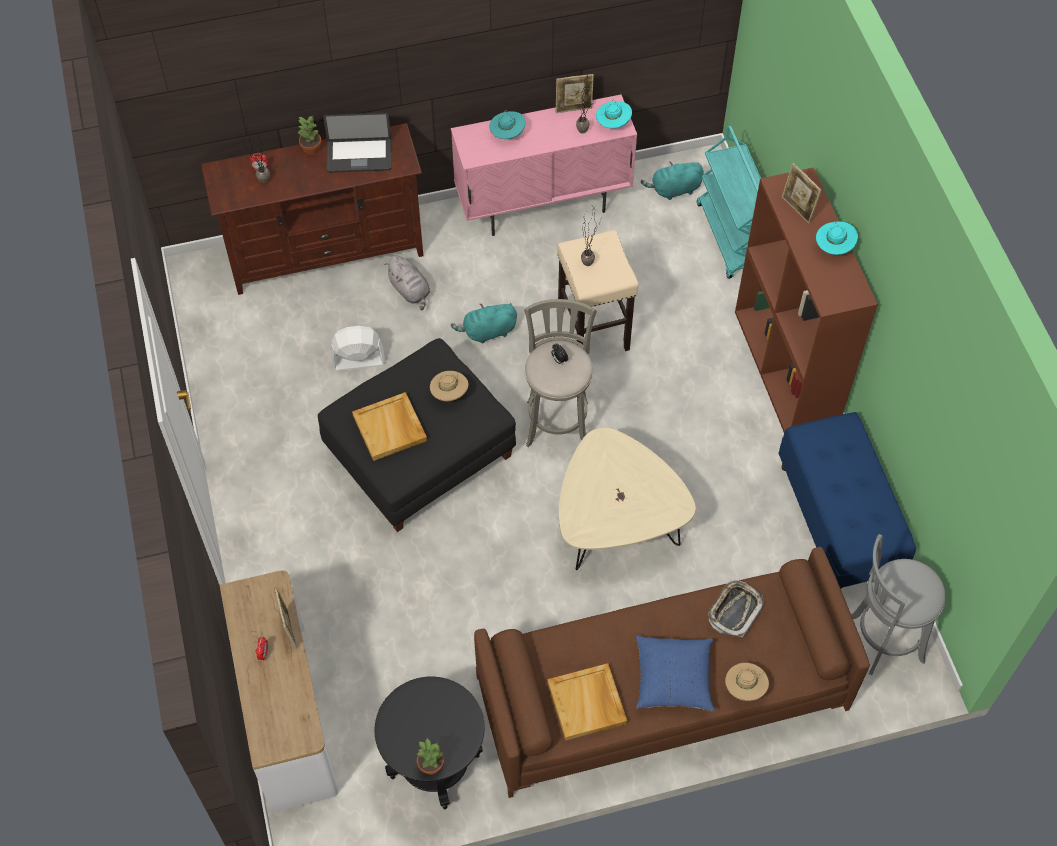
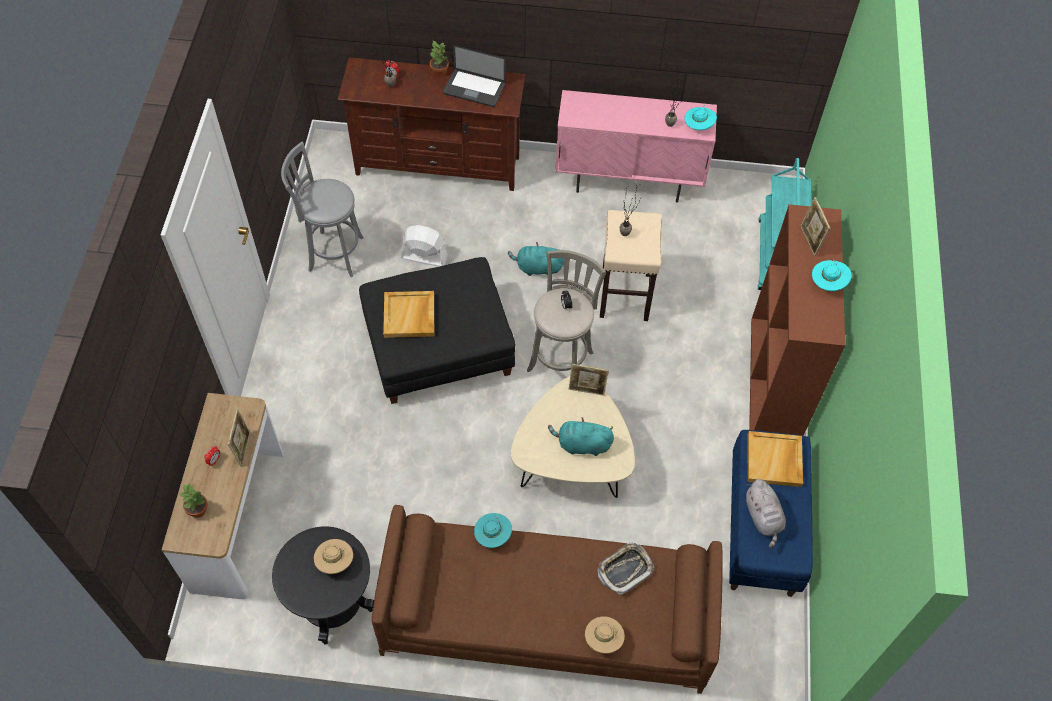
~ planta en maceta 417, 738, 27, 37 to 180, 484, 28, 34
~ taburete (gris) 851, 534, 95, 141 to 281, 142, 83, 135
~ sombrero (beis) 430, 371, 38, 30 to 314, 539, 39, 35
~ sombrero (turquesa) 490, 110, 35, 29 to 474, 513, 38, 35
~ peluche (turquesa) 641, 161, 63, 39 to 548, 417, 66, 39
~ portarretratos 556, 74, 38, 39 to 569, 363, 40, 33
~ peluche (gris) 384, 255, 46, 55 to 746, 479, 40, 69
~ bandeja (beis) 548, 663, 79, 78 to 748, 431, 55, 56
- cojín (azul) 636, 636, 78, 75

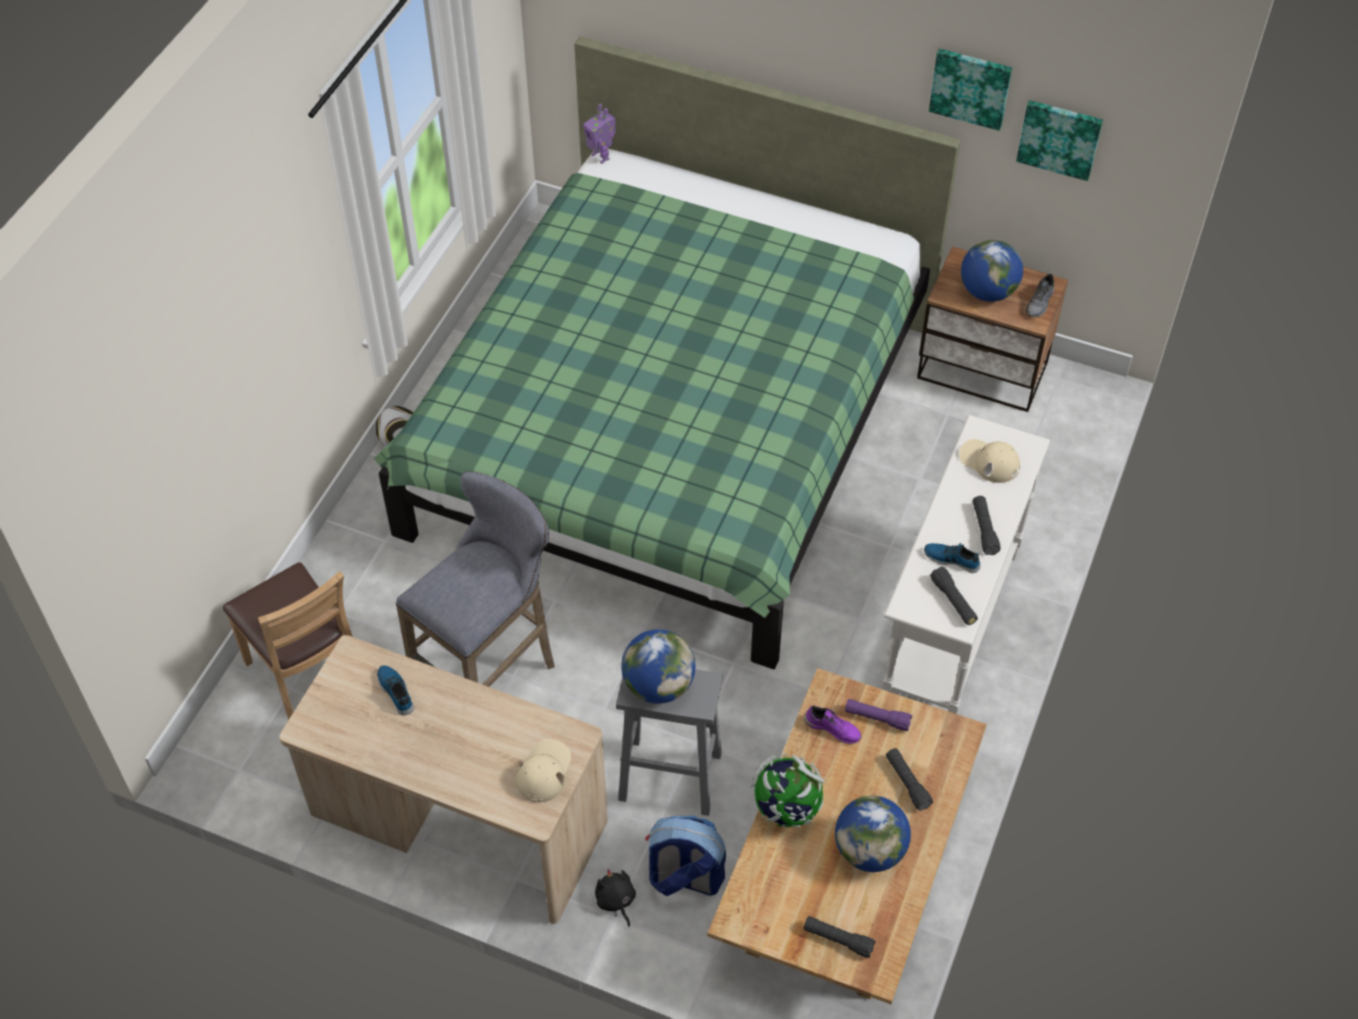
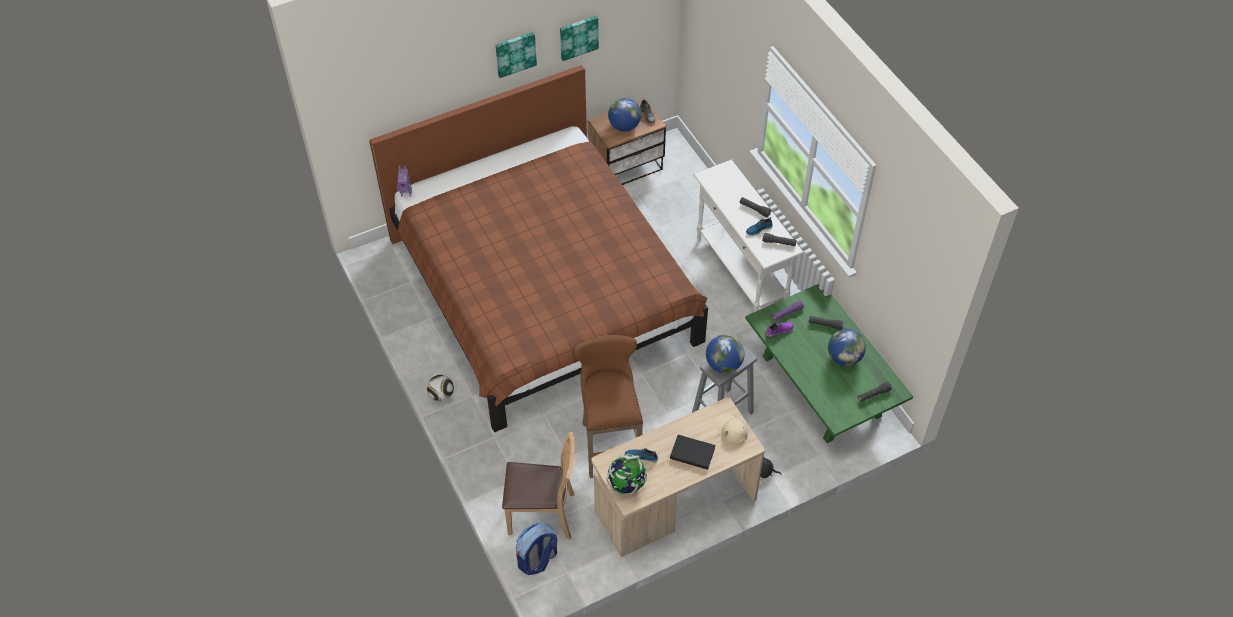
~ cama (verde) 374, 36, 586, 633 to cama (marrón) 369, 65, 339, 367
~ cuadro 1016, 100, 87, 81 to 495, 32, 42, 46
~ mochila 645, 816, 81, 80 to 516, 523, 41, 52
~ taburete (gris) 396, 471, 159, 216 to taburete (marrón) 573, 335, 70, 143
~ globo terráqueo 750, 754, 75, 73 to 606, 454, 41, 41
+ libro (negro) 670, 435, 46, 35
~ mesa de centro (beis) 707, 668, 280, 336 to mesa de centro (verde) 745, 284, 168, 159
- gorra (beis) 959, 439, 61, 44

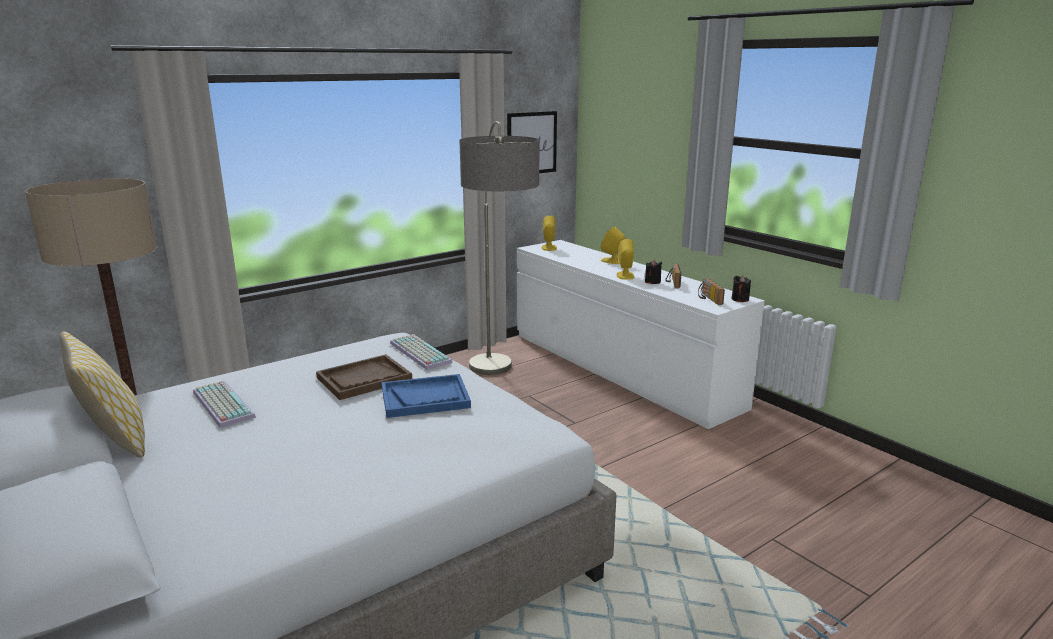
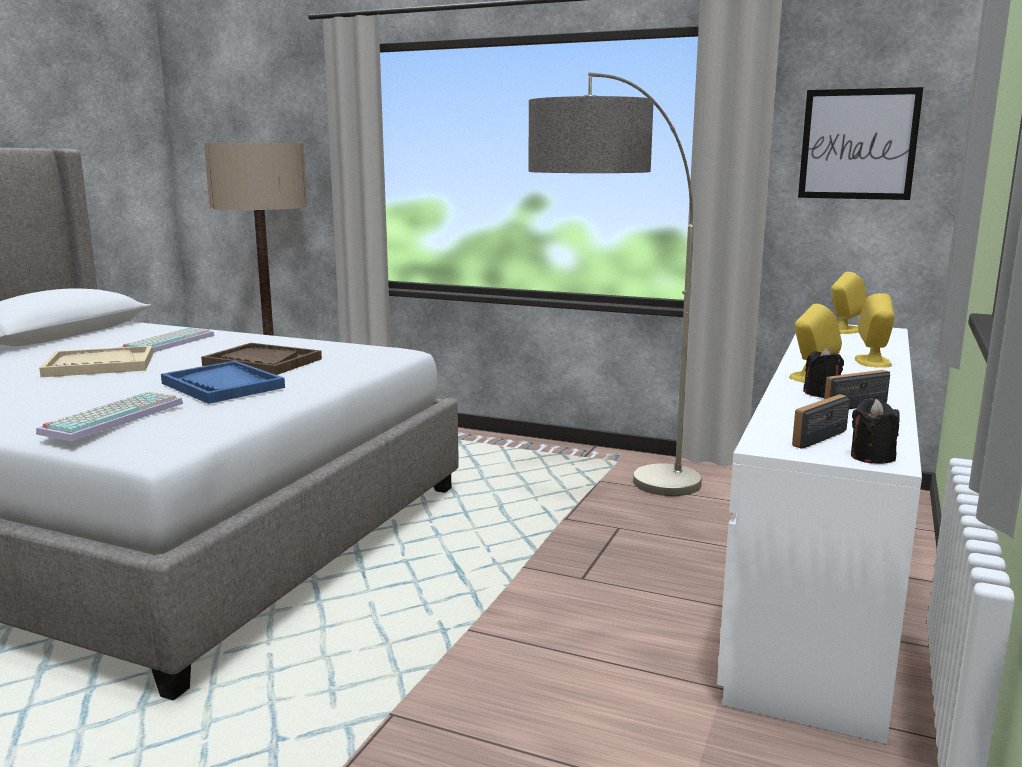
~ teclado 390, 334, 63, 36 to 36, 391, 147, 50
+ bandeja (beis) 39, 346, 114, 31
- cojín 60, 331, 85, 127

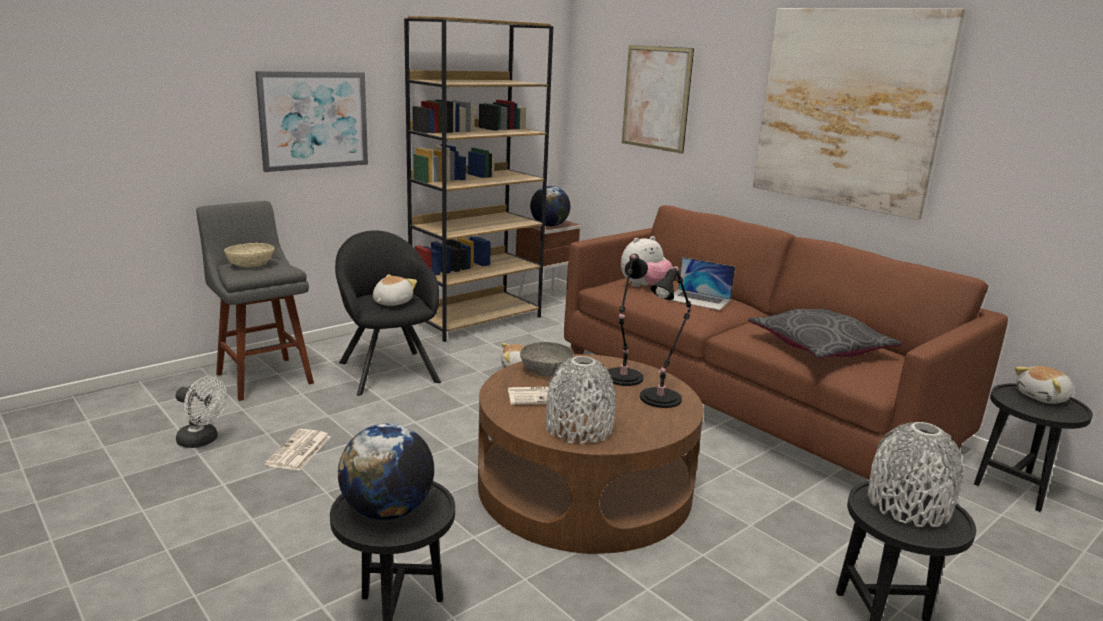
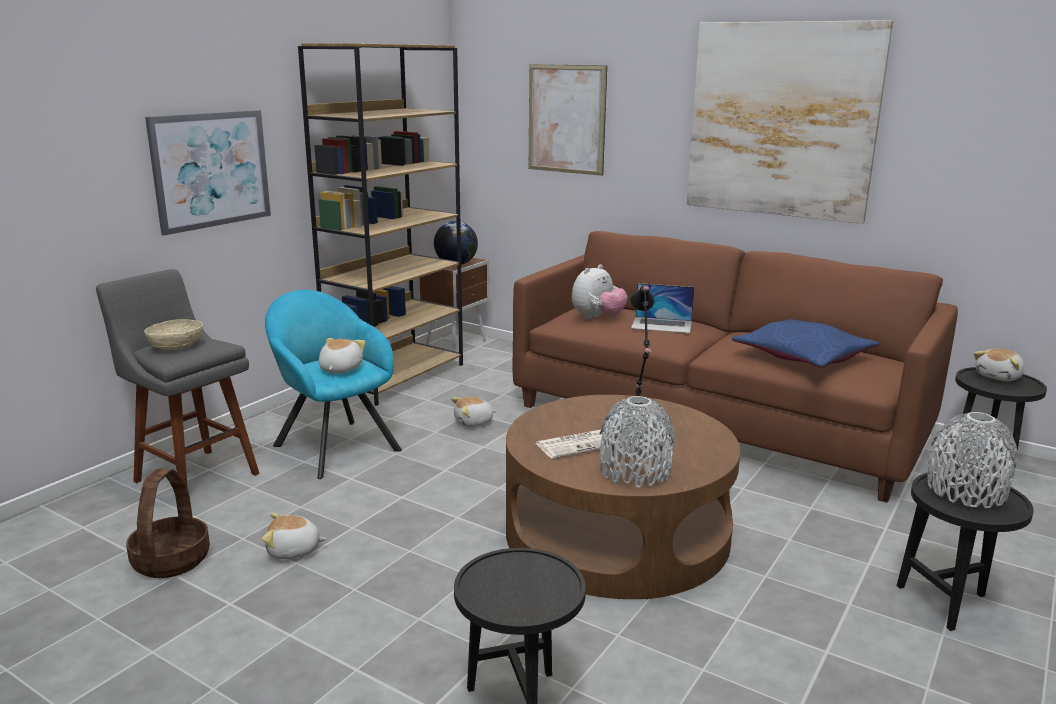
~ ventilador (blanco) 176, 376, 51, 72 to cesta 126, 468, 84, 110
~ periódico 264, 429, 67, 42 to peluche 262, 513, 65, 46
~ sillón (negro) 335, 230, 106, 166 to sillón (turquesa) 265, 290, 137, 189
~ cojín (gris) 748, 309, 154, 50 to cojín (azul) 732, 319, 147, 49
- globo terráqueo 338, 423, 96, 97
- cuenco (gris) 520, 342, 54, 34
- lámpara de mesa (negro) 640, 266, 52, 142

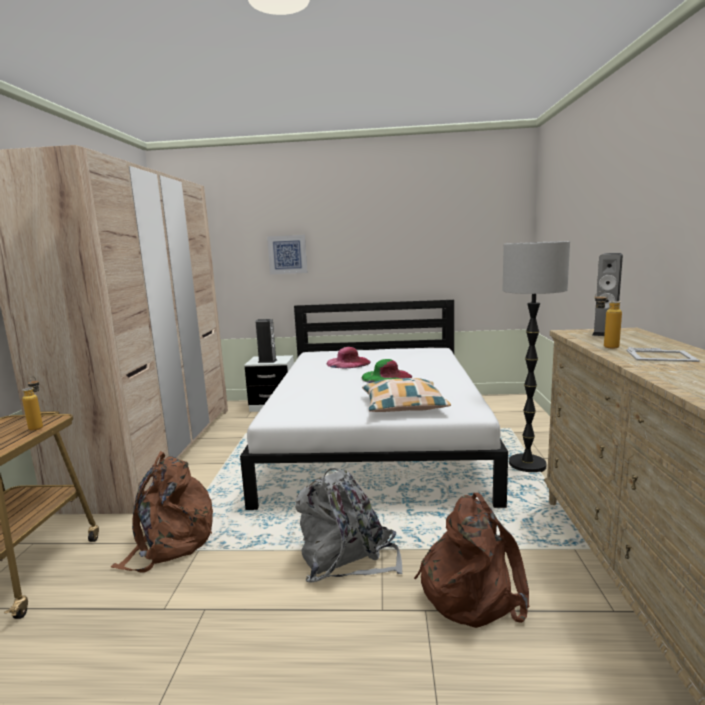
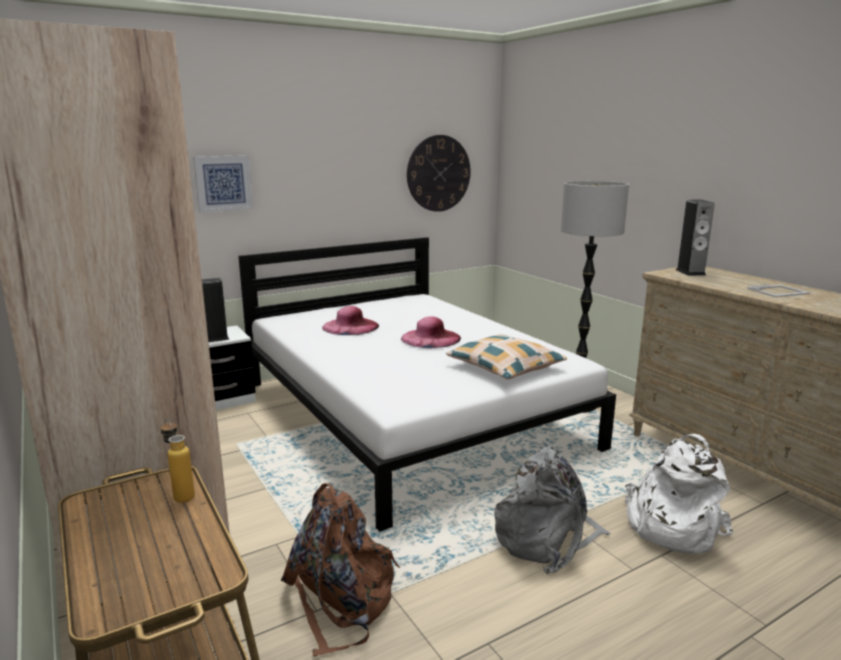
~ sombrero (verde) 362, 359, 50, 24 to sombrero (rosa) 401, 316, 60, 32
+ reloj de pared 407, 135, 64, 77
~ mochila (marrón) 414, 493, 115, 135 to mochila (blanco) 625, 434, 108, 120
- botella 595, 291, 27, 57

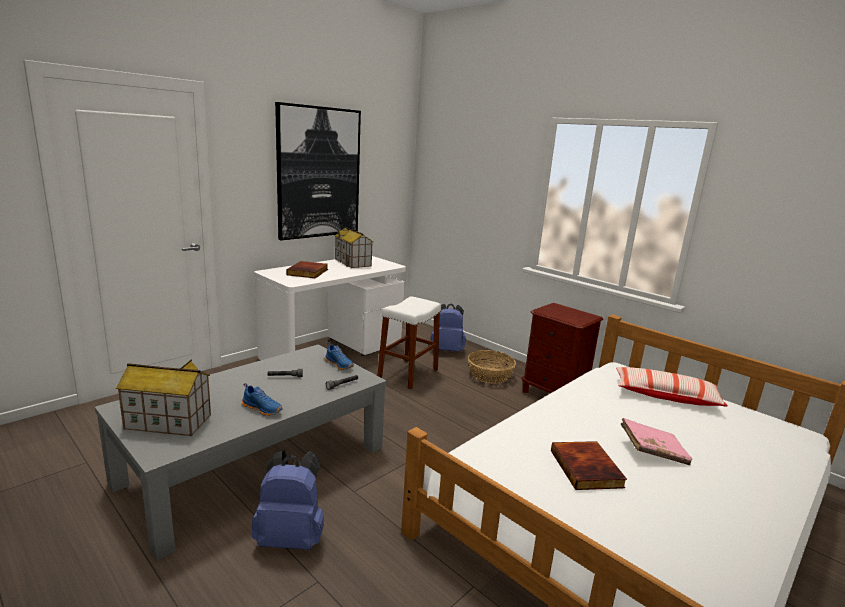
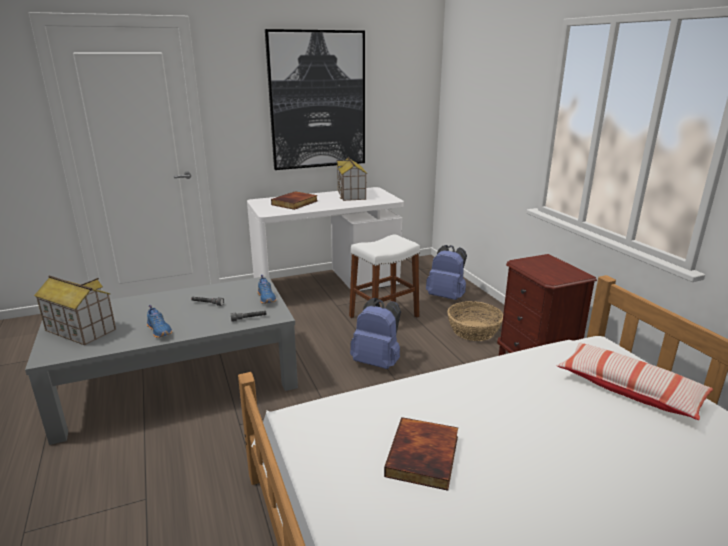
~ mochila (azul) 252, 450, 72, 100 to 350, 298, 51, 71
- libro (rosa) 621, 418, 71, 48

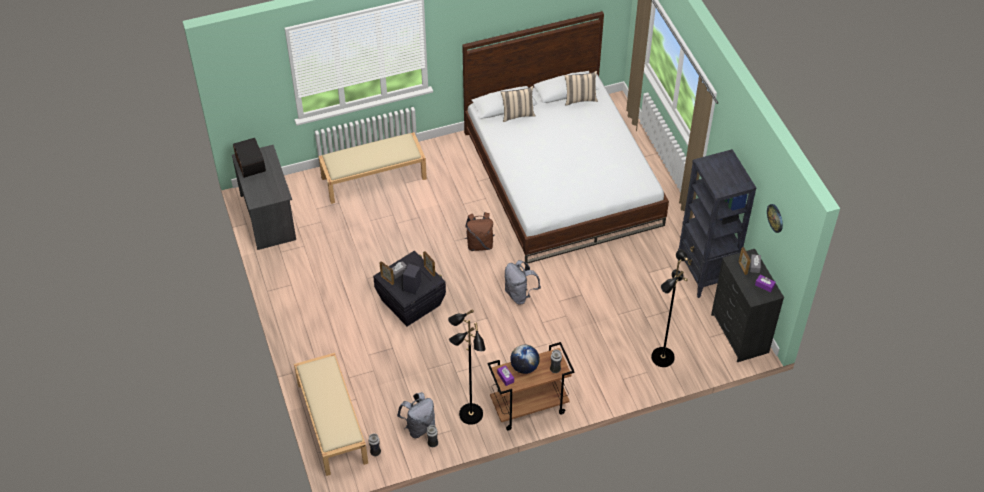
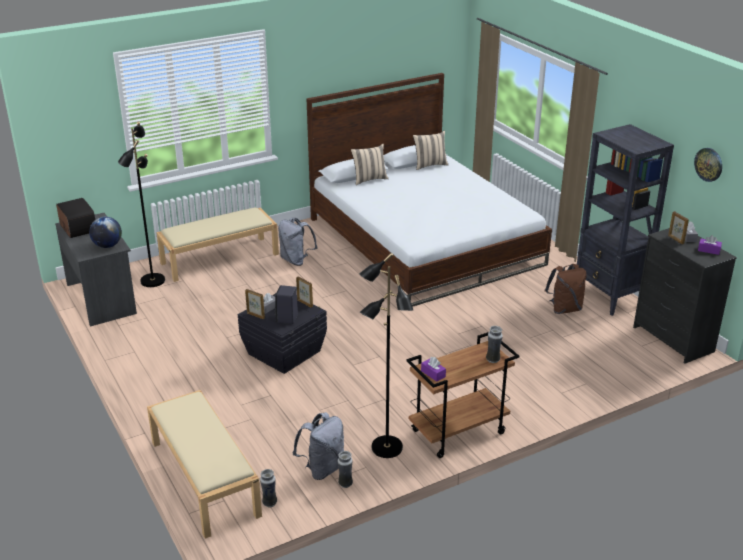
~ globo terráqueo 510, 345, 30, 29 to 89, 217, 33, 31
~ lámpara de pie (negro) 651, 250, 37, 117 to 118, 121, 47, 166
~ mochila (gris) 504, 260, 37, 44 to 278, 218, 39, 48
~ mochila (marrón) 465, 212, 30, 39 to 545, 264, 42, 50

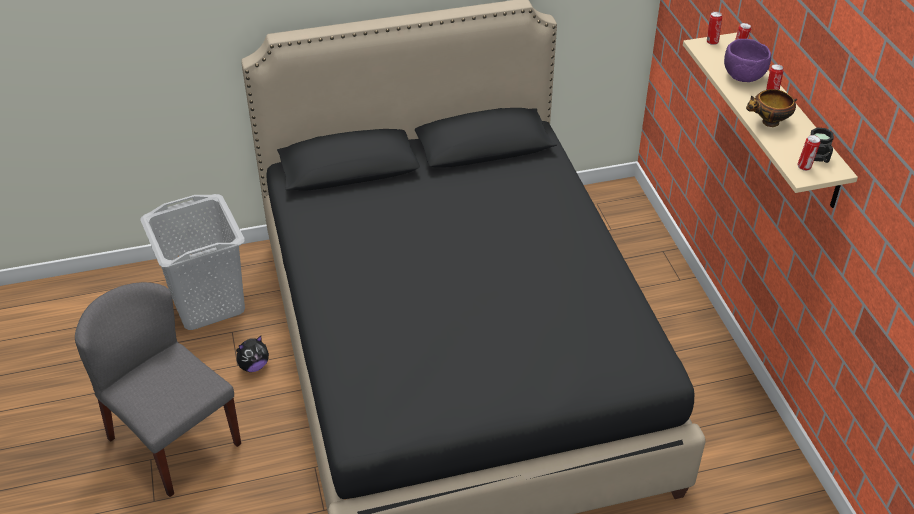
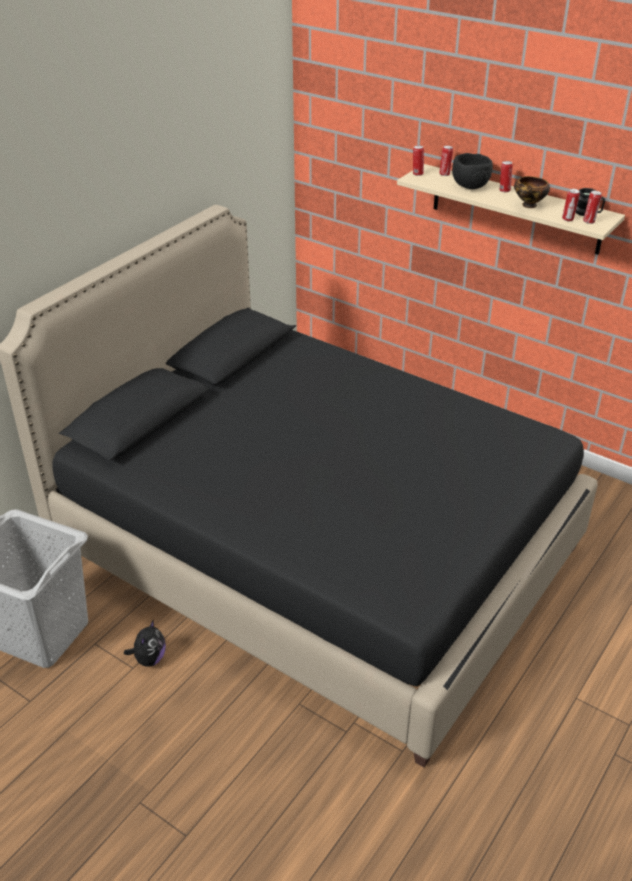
~ cuenco (morado) 724, 39, 47, 43 to cuenco (negro) 452, 153, 41, 36
+ lata 562, 189, 18, 32
- silla (gris) 75, 282, 166, 215

